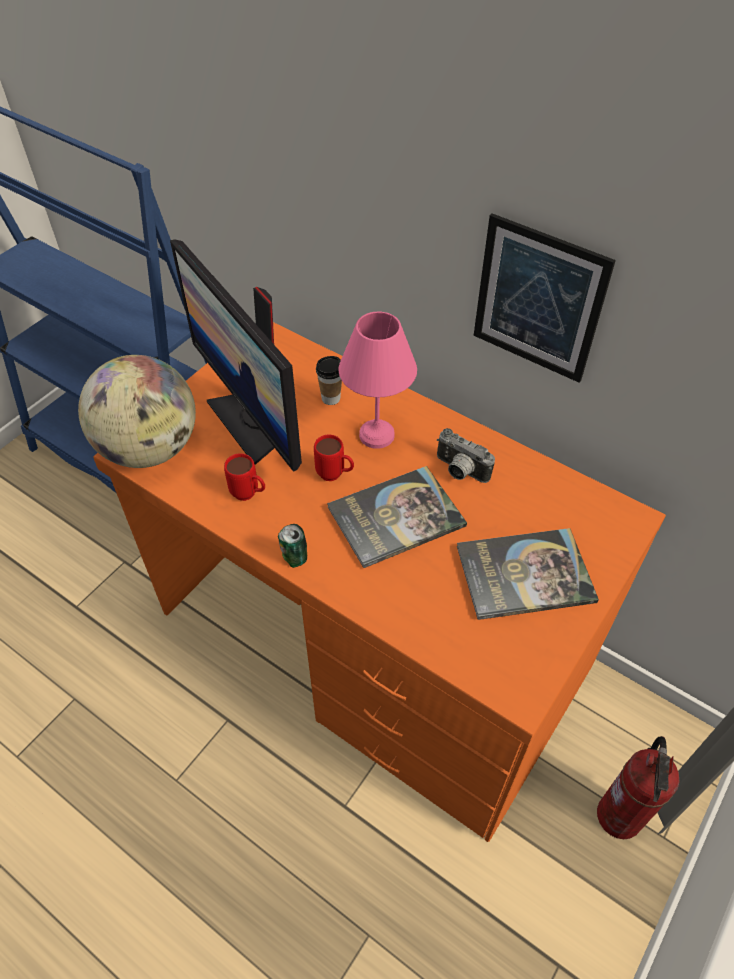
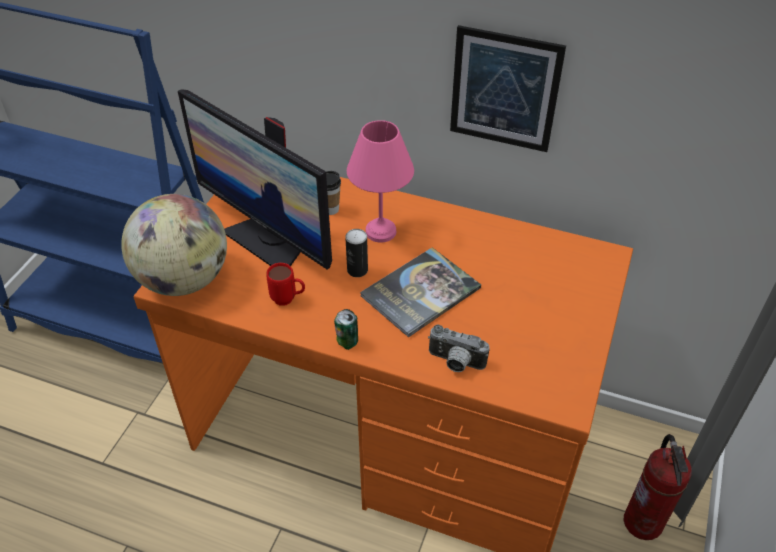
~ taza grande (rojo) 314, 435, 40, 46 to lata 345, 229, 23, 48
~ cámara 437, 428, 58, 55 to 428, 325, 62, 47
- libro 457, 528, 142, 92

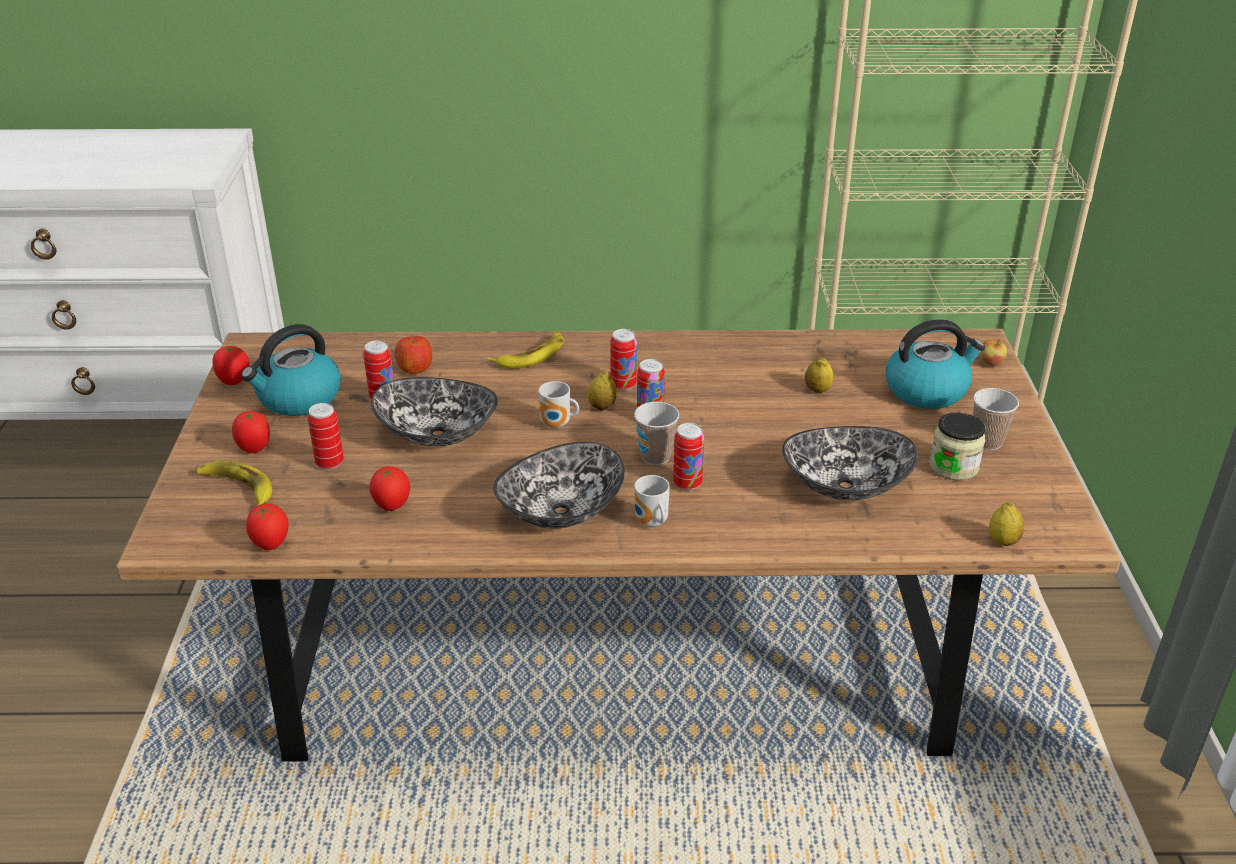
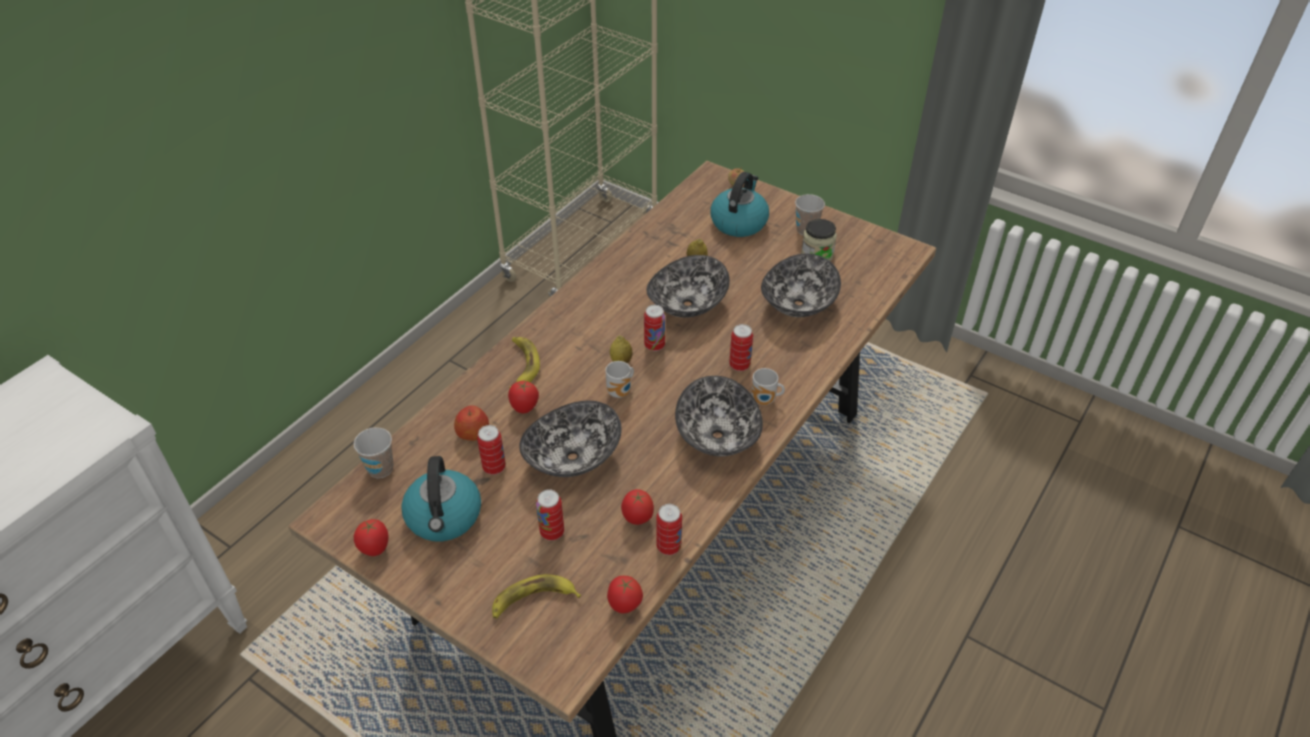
~ taza 634, 402, 46, 63 to 354, 427, 39, 51
~ tomate 232, 411, 38, 42 to 508, 381, 31, 32
+ cuenco 647, 255, 83, 63
~ lata 610, 329, 27, 62 to 656, 504, 26, 51
- limón 989, 502, 35, 44

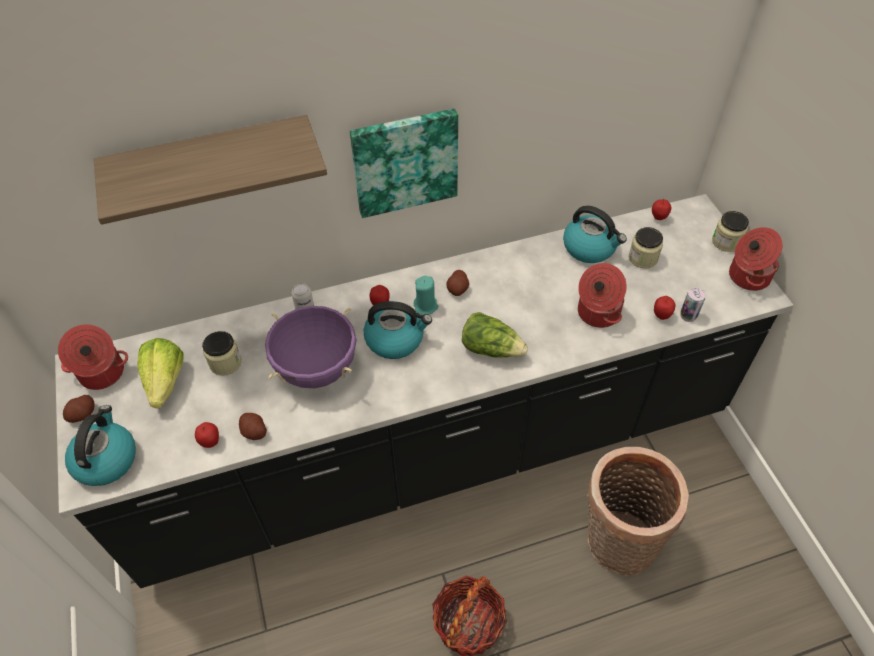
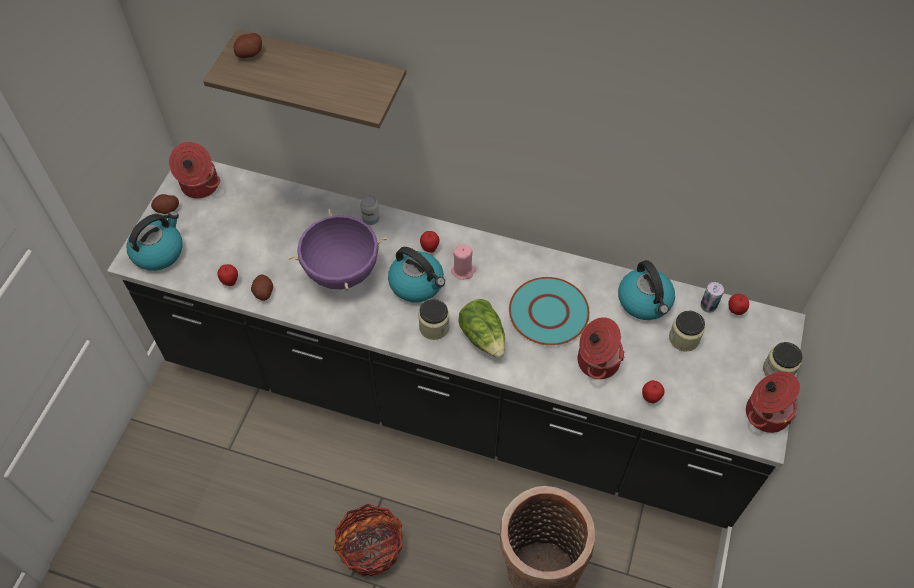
~ patata 447, 270, 22, 26 to 234, 33, 28, 25
~ tarro 202, 331, 40, 45 to 418, 299, 32, 41
~ vela (turquesa) 414, 276, 24, 39 to vela (rosa) 451, 244, 25, 36
+ plato (turquesa) 509, 277, 81, 69
~ lata 680, 288, 26, 34 to 701, 282, 23, 31
- lechuga 138, 338, 46, 70
- cuadro 350, 108, 108, 110

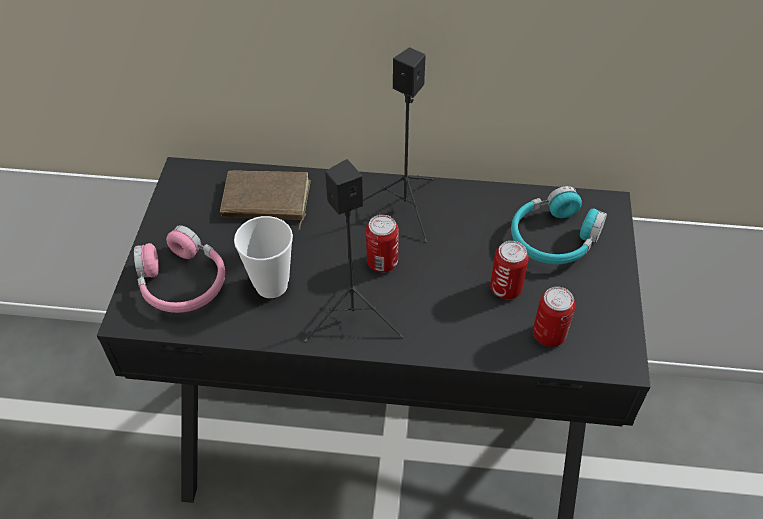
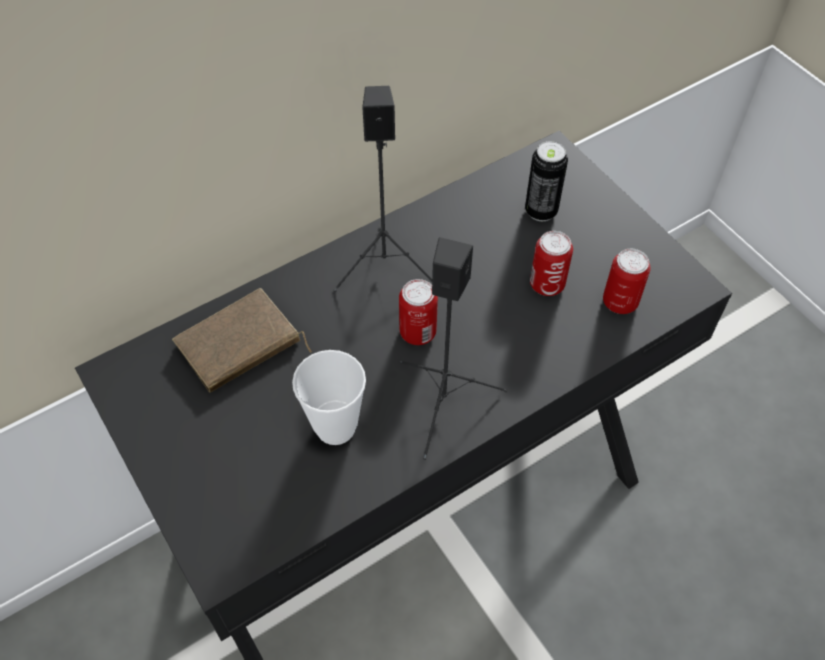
~ auriculares (turquesa) 511, 186, 96, 78 to lata 525, 141, 43, 80
- auriculares (rosa) 134, 225, 91, 88

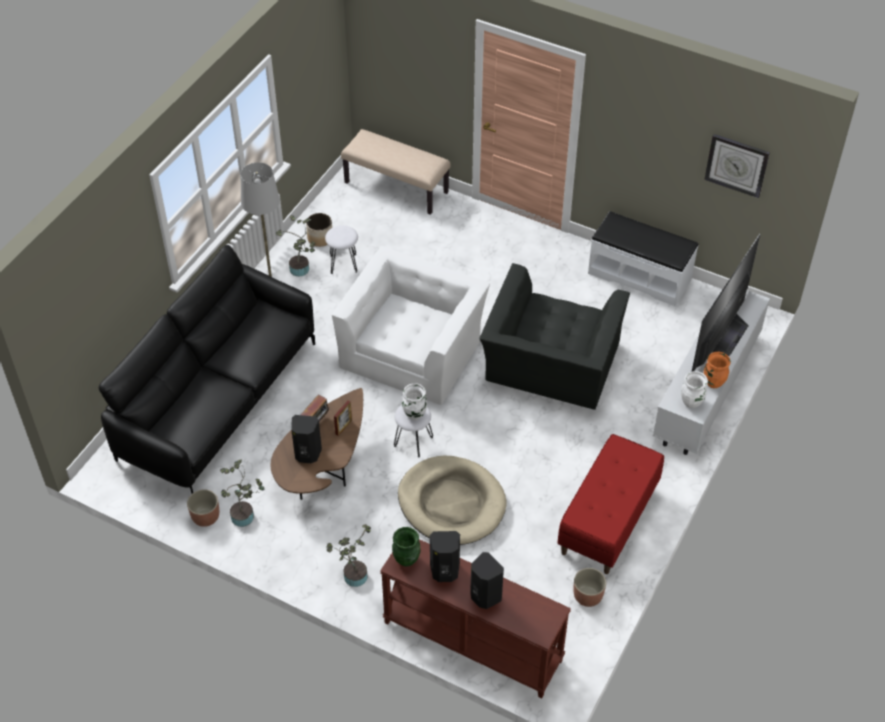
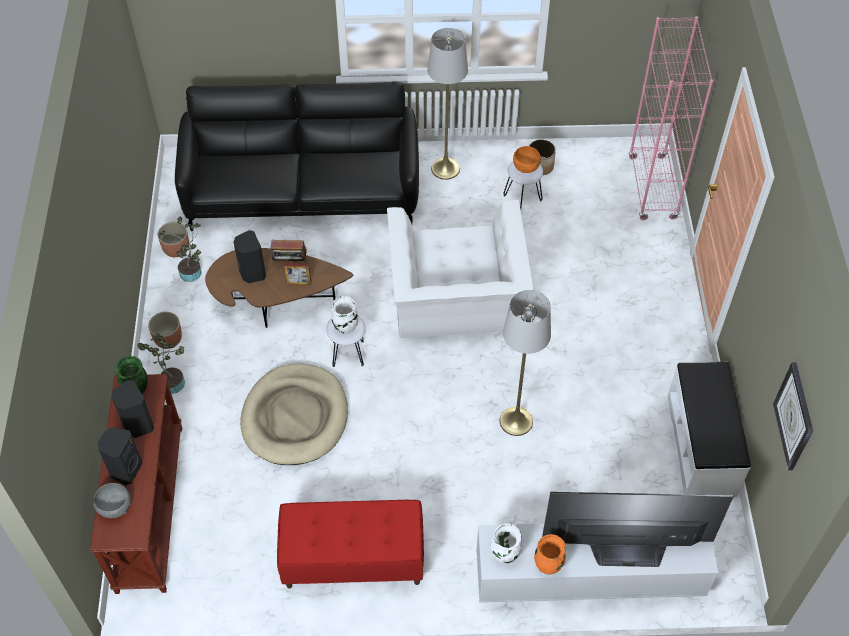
+ cuenco (gris) 93, 483, 38, 35
~ maceta 573, 568, 33, 39 to 148, 312, 34, 37
~ sillón (blanco) 332, 246, 158, 159 = 387, 200, 147, 138 90 degrees clockwise
~ sillón (negro) 479, 263, 151, 147 to lámpara de pie (gris) 500, 290, 51, 146
+ cuenco (naranja) 513, 146, 28, 27
~ banco (beis) 341, 129, 110, 86 to estantería (rosa) 629, 16, 84, 204
- planta en maceta 276, 215, 39, 61

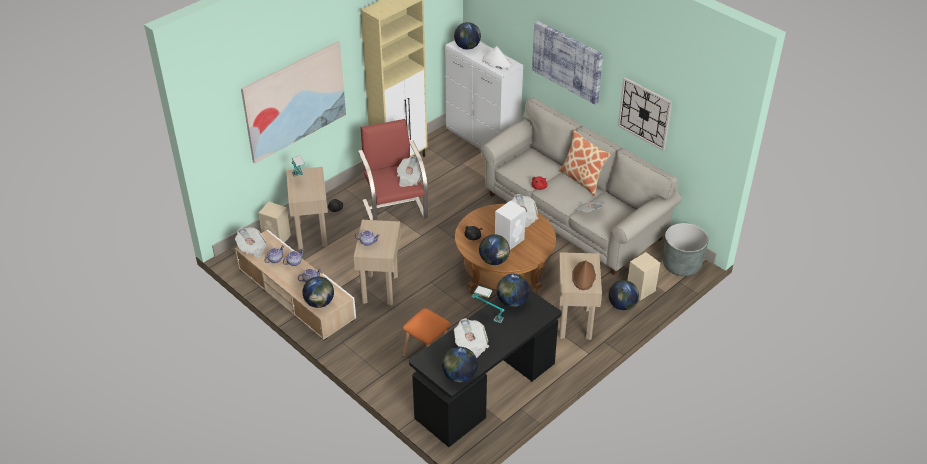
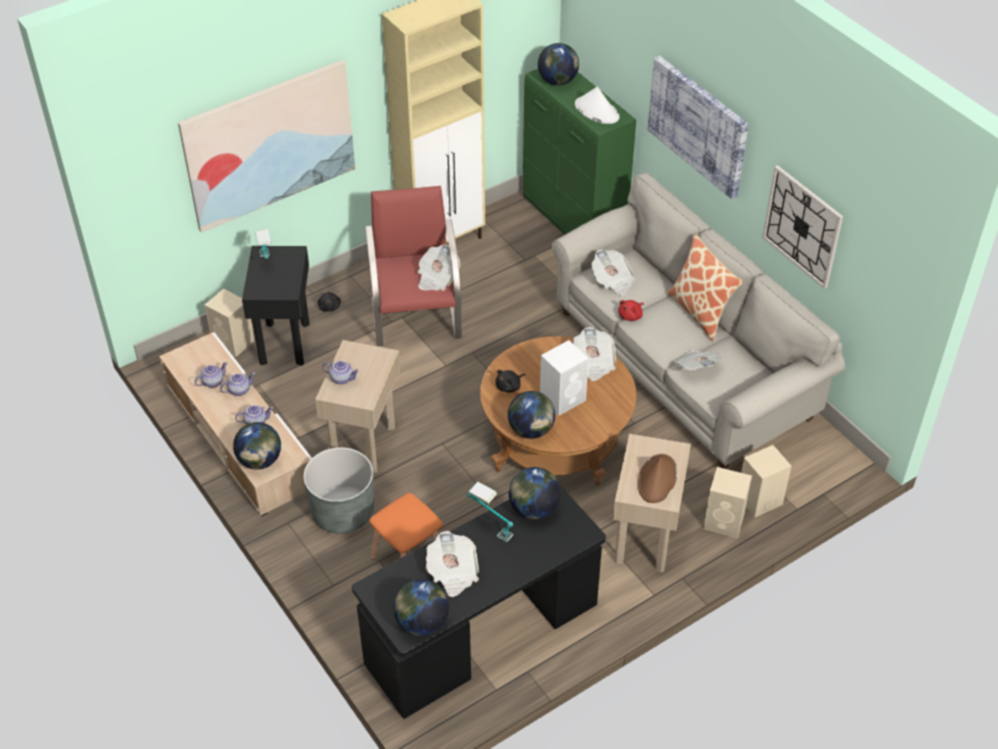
~ mesa auxiliar (beis) 286, 167, 42, 83 to mesa auxiliar (negro) 242, 246, 68, 119
~ maceta (gris) 663, 223, 46, 53 to 303, 447, 71, 87
~ armario (blanco) 445, 40, 78, 109 to armario (verde) 523, 69, 113, 166
~ periódico 235, 227, 33, 31 to 591, 249, 44, 47
~ globo terráqueo 609, 280, 30, 30 to altavoz (beis) 704, 467, 48, 71

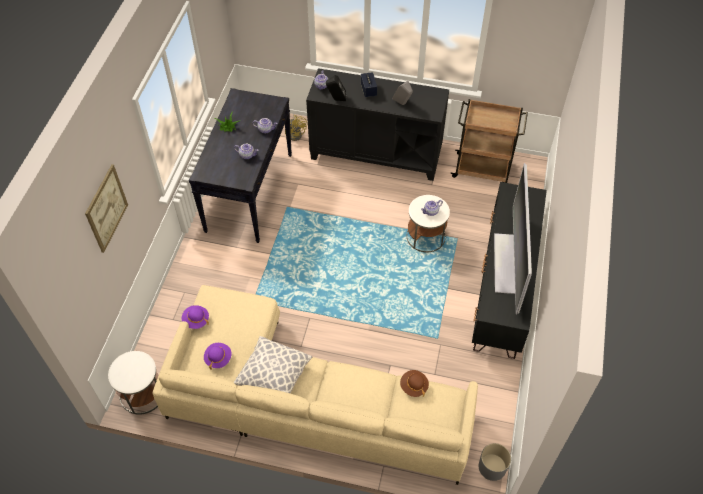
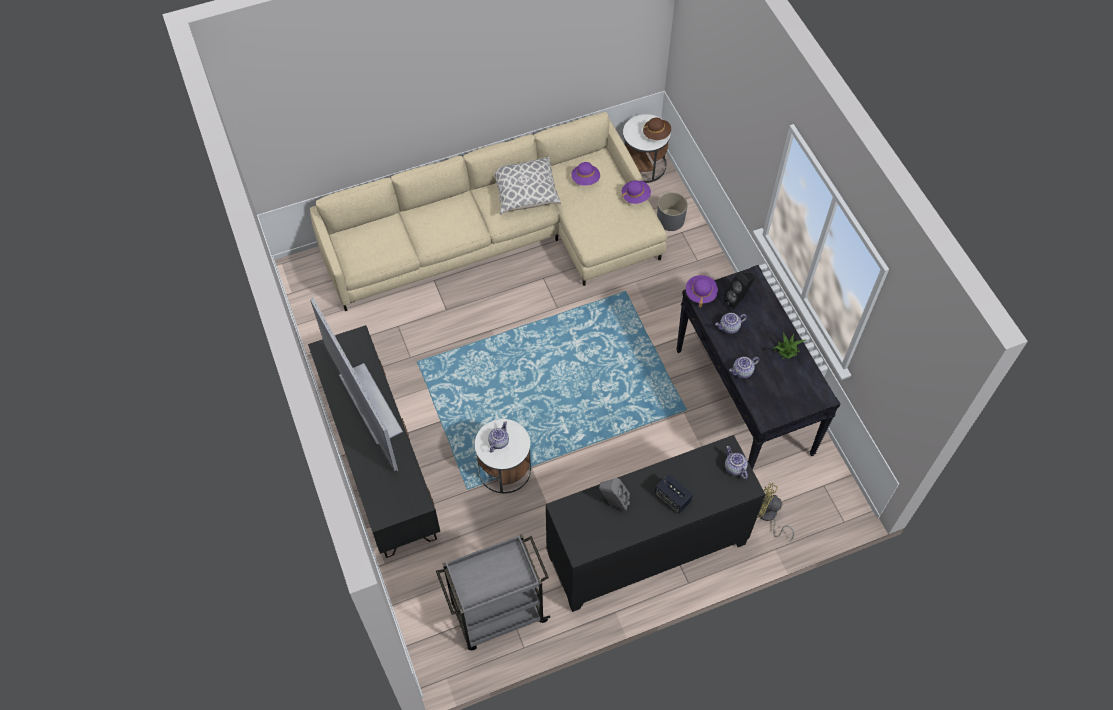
~ carrito (marrón) 450, 99, 78, 84 to carrito (gris) 436, 534, 114, 117
~ sombrero (marrón) 400, 370, 29, 27 to 643, 118, 28, 22
~ maceta (gris) 479, 443, 32, 38 to 657, 192, 31, 39
+ sombrero (morado) 686, 275, 32, 33
~ altavoz (negro) 326, 75, 21, 26 to 723, 273, 32, 36
- cuadro 85, 164, 43, 89

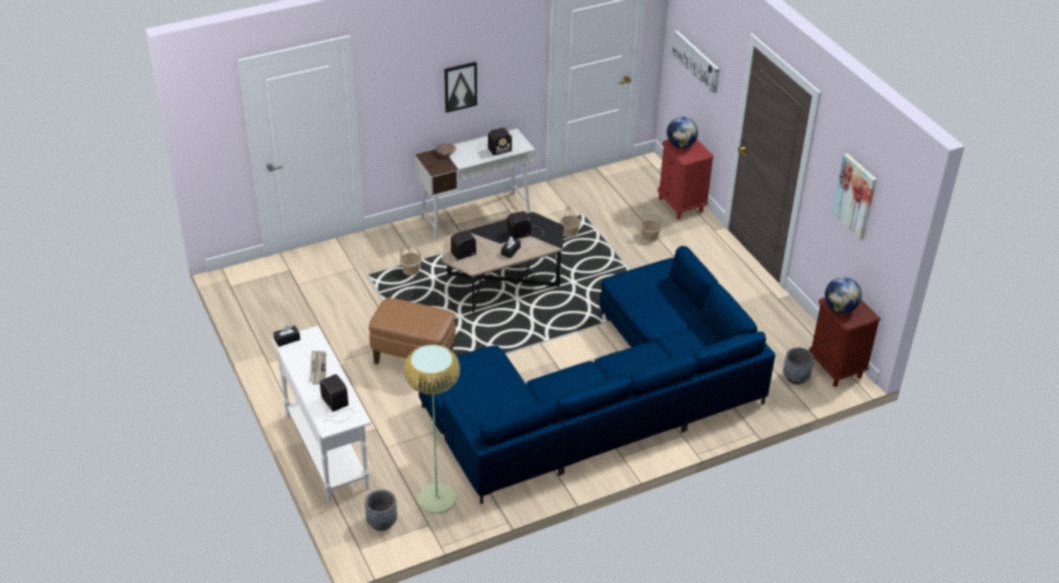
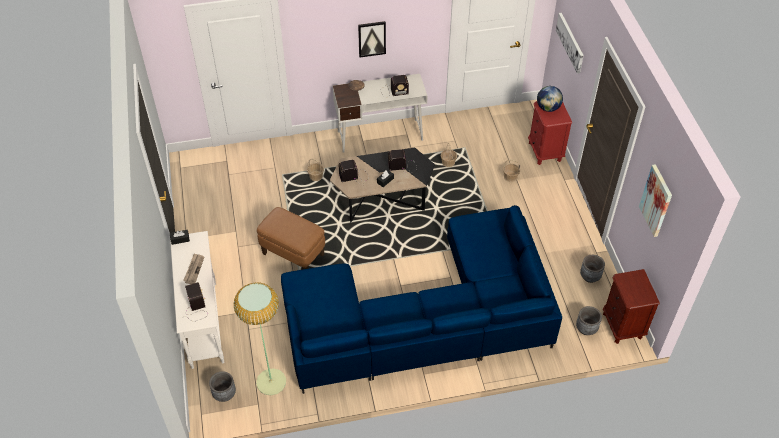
+ maceta (gris) 580, 255, 25, 28
- globo terráqueo 825, 277, 37, 36

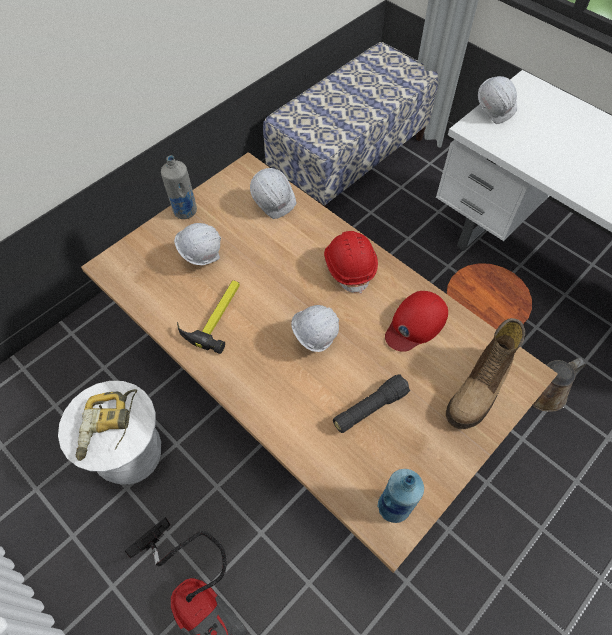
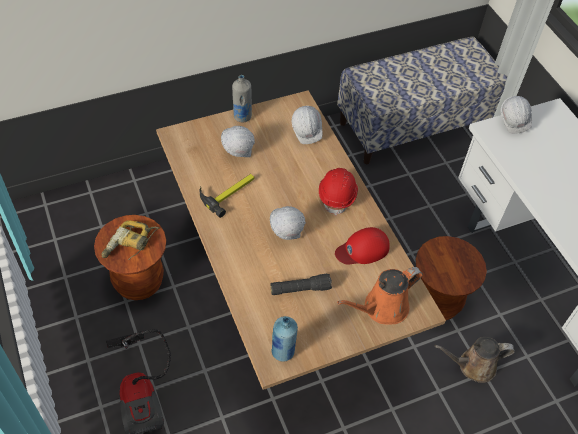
~ taburete (blanco) 58, 381, 103, 104 to taburete (marrón) 94, 215, 72, 85
~ bota 446, 318, 79, 111 to regadera (naranja) 337, 267, 86, 57

